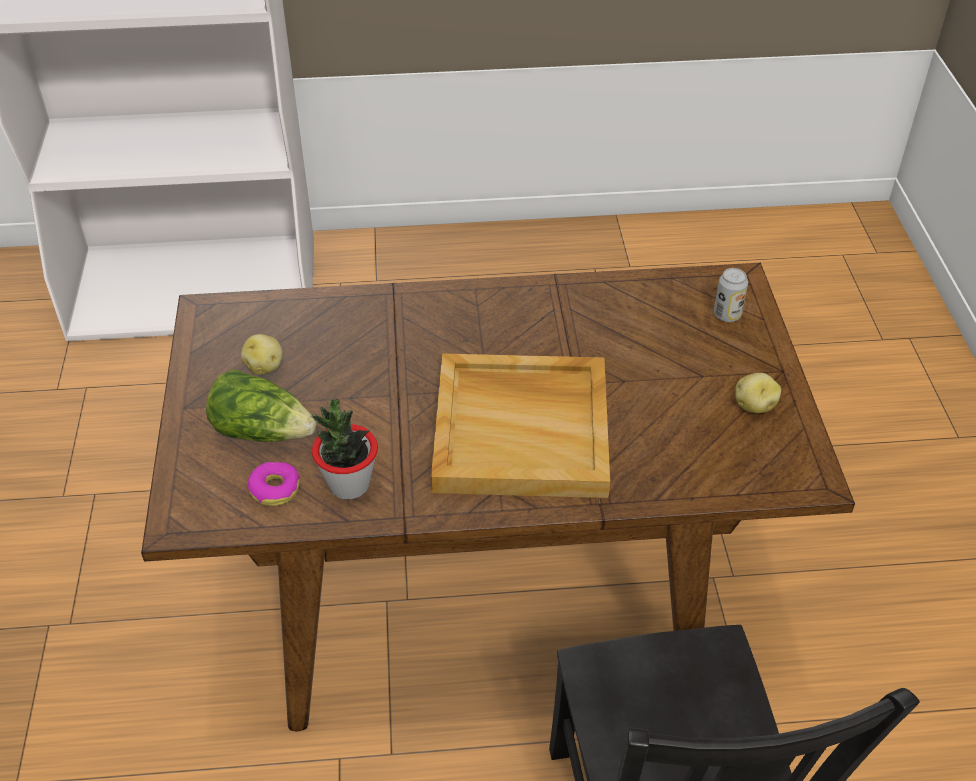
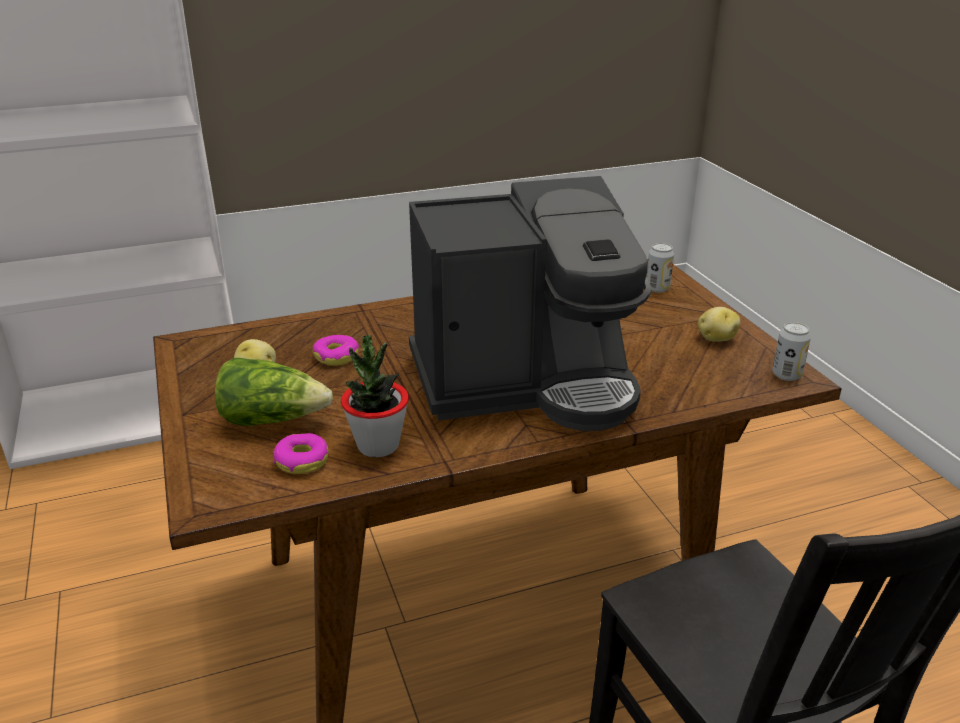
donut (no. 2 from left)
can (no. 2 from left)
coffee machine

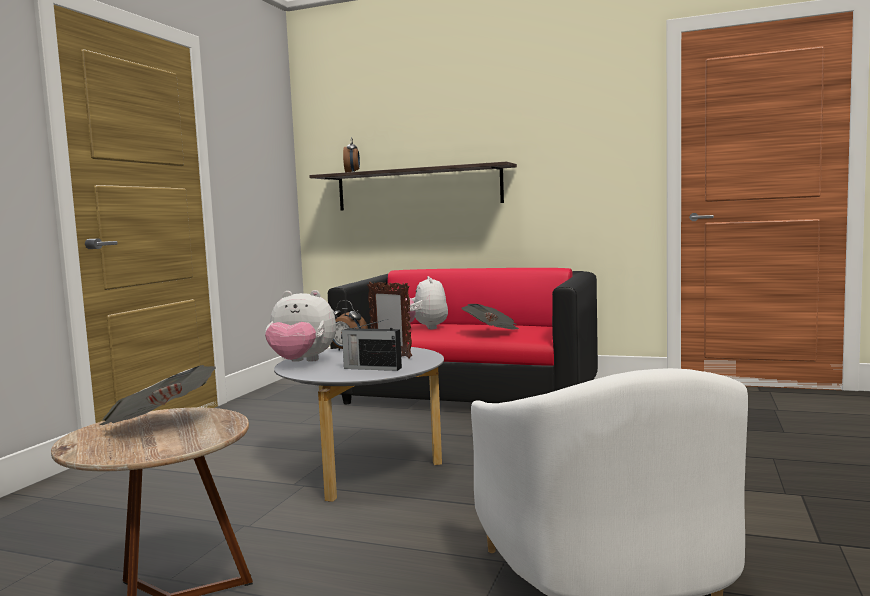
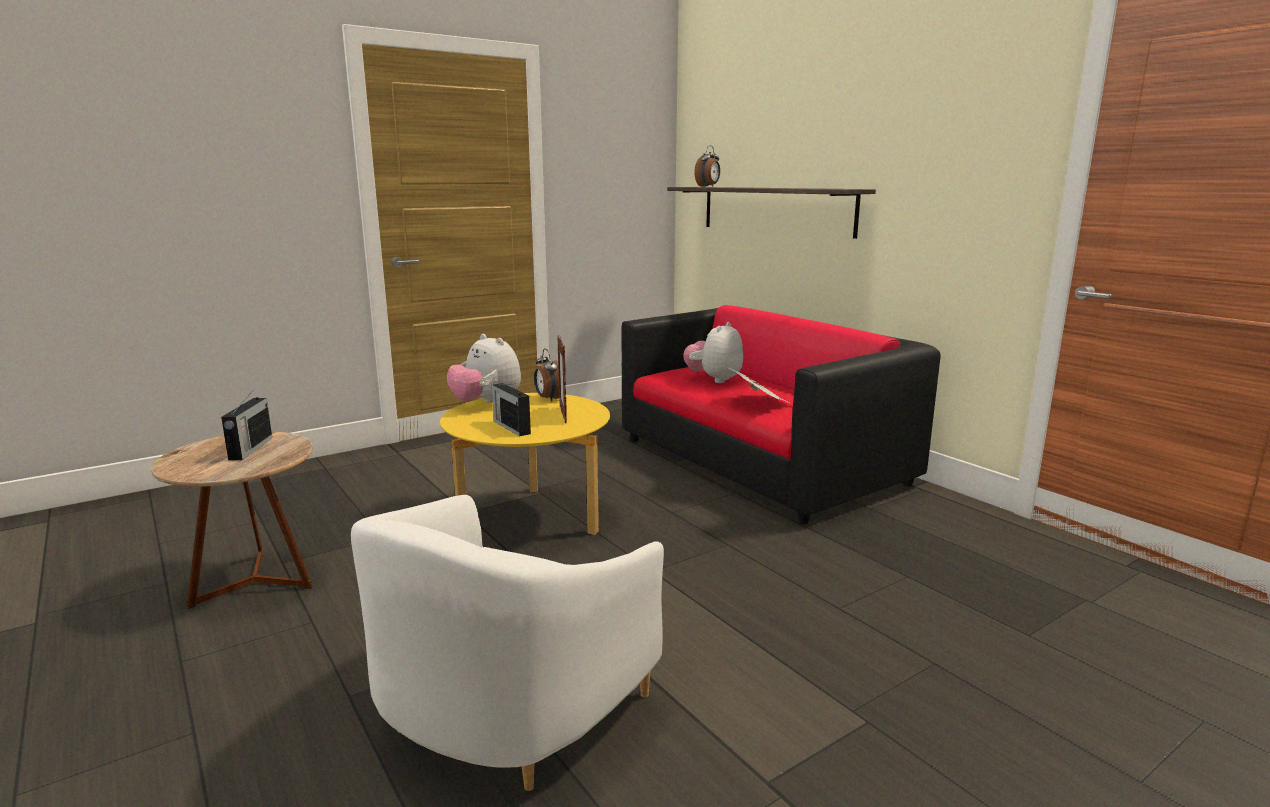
radio (no. 1 from left)
coffee table in yellow

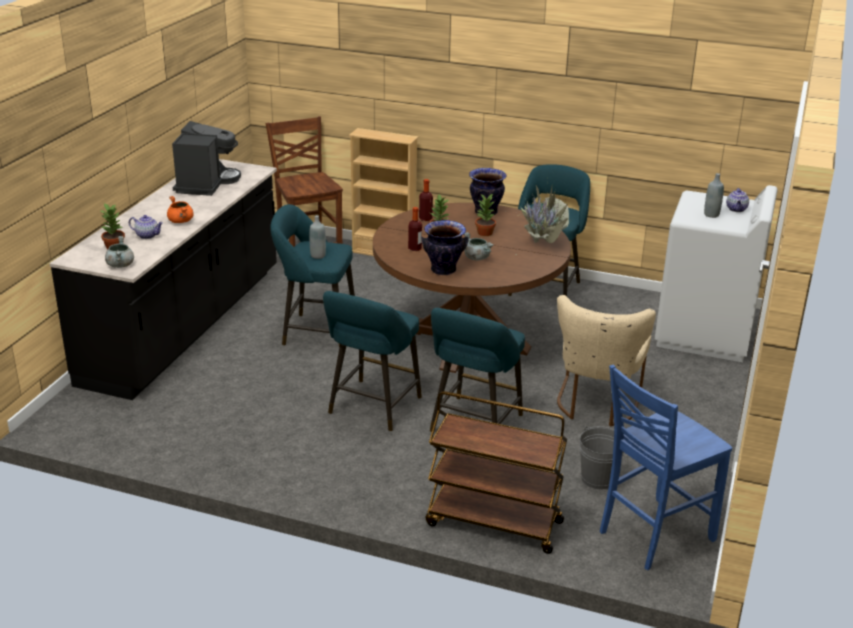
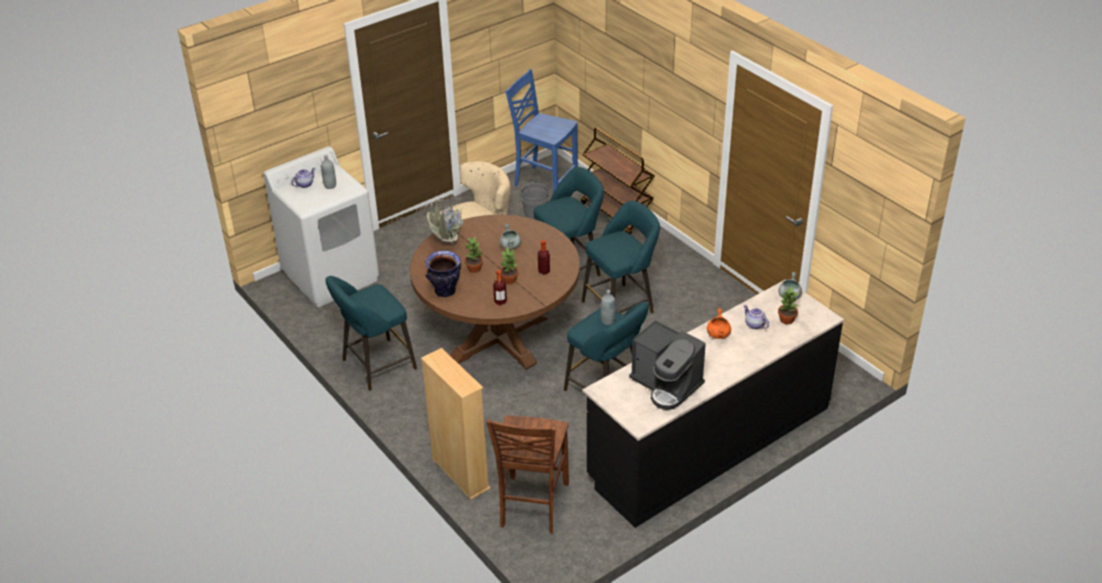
vase (no. 1 from left in the first image)
coffee machine
chair in blue

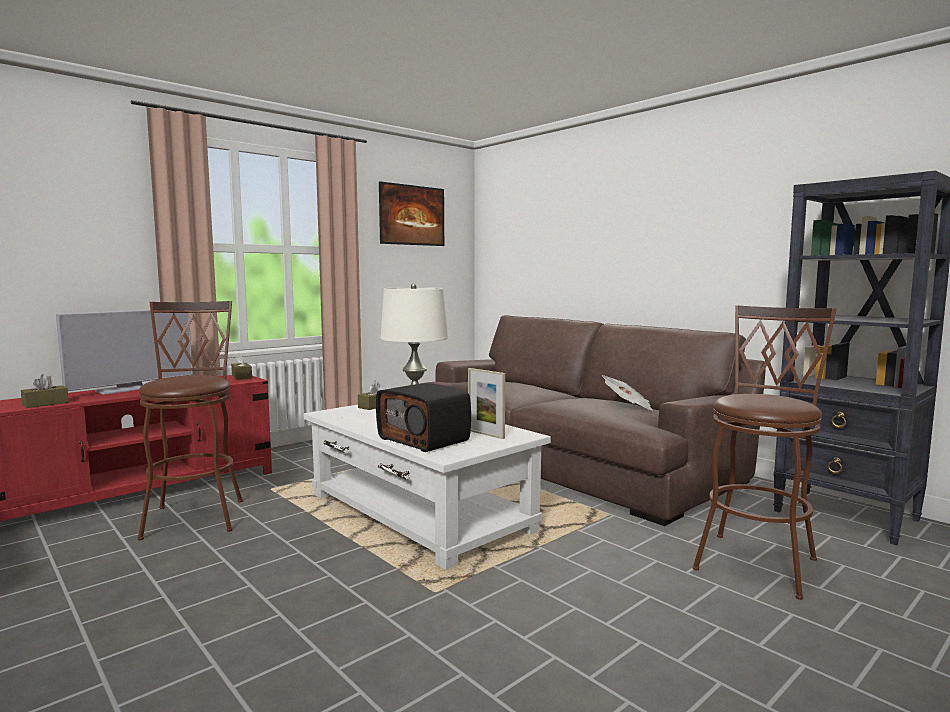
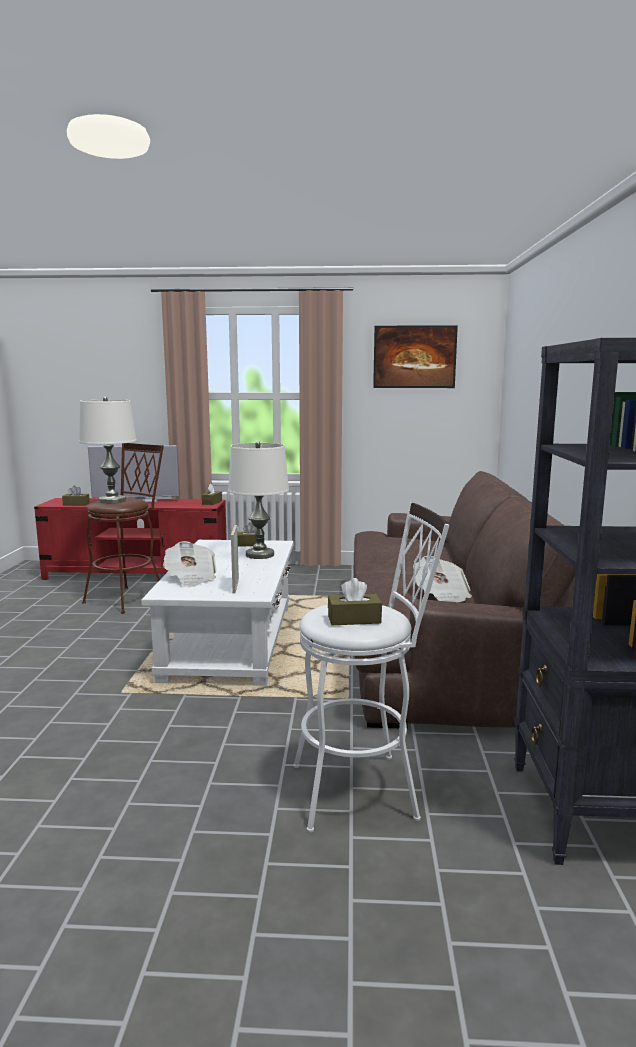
table lamp in white (no. 1 from left)
tissue box in brown (no. 4 from left)
newspaper (no. 1 from left)
stool in white

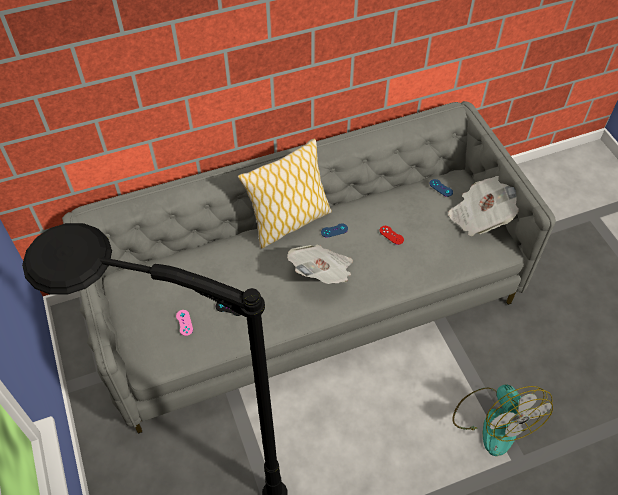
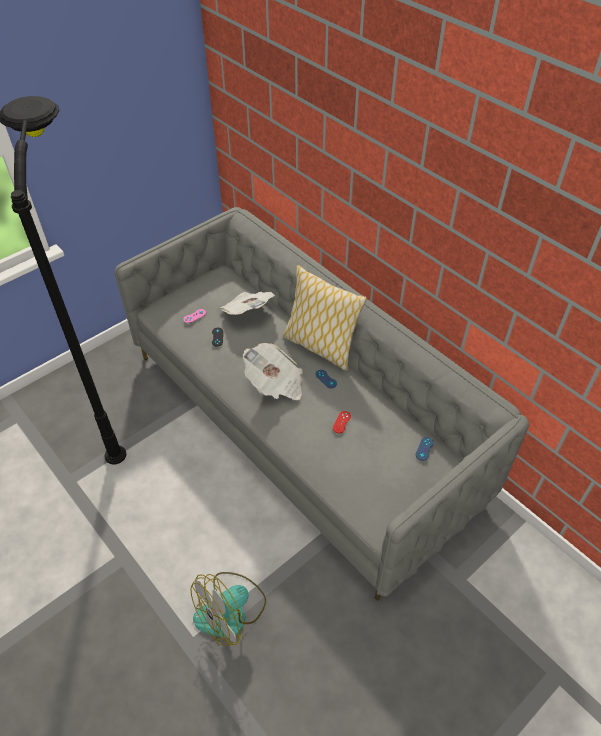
newspaper (no. 1 from left)

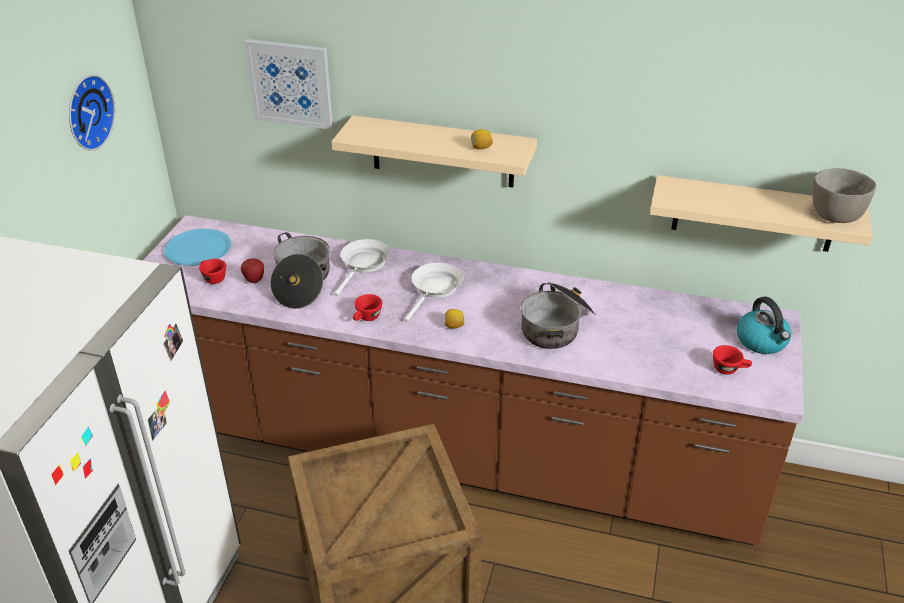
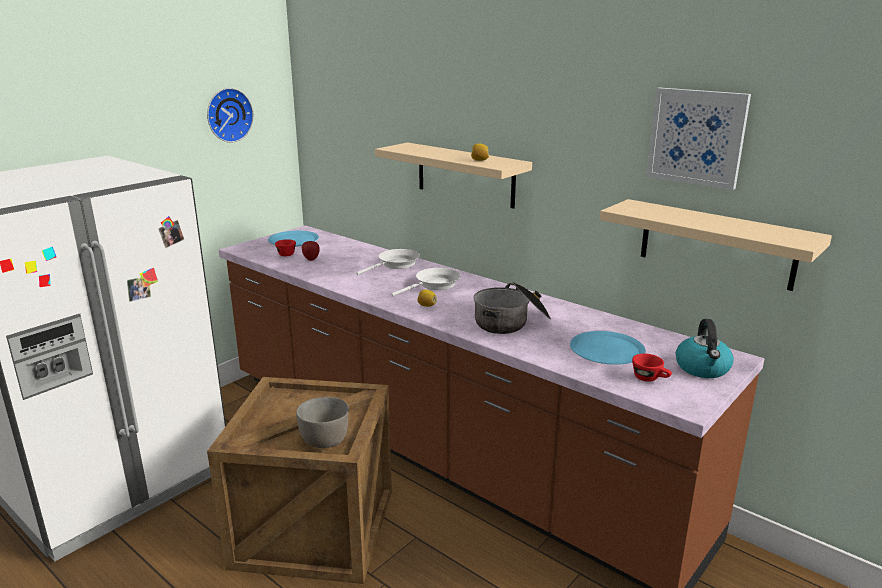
cooking pot (no. 1 from left in the first image)
cup in red (no. 2 from left in the first image)
plate in blue (no. 2 from left)
picture
bowl in grey

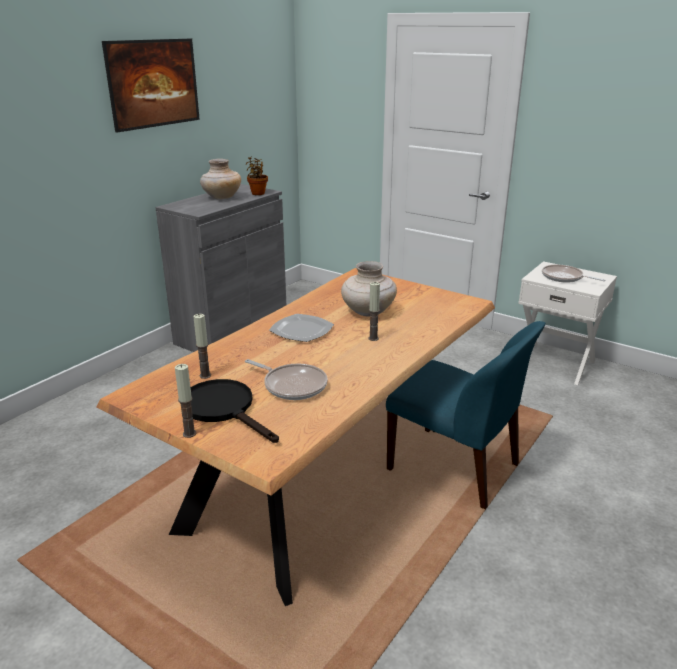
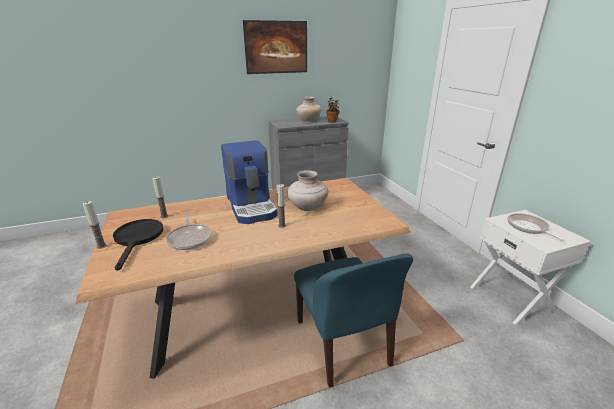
coffee machine

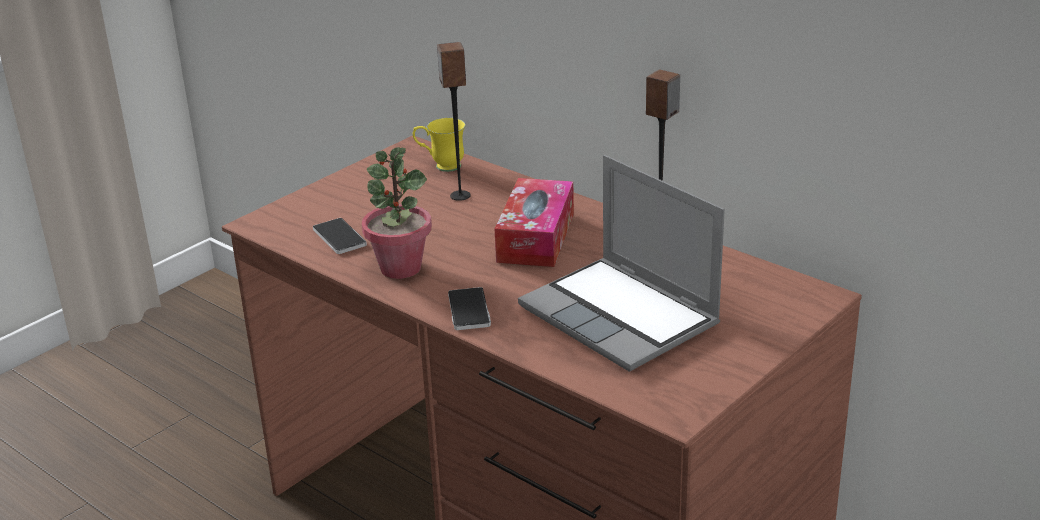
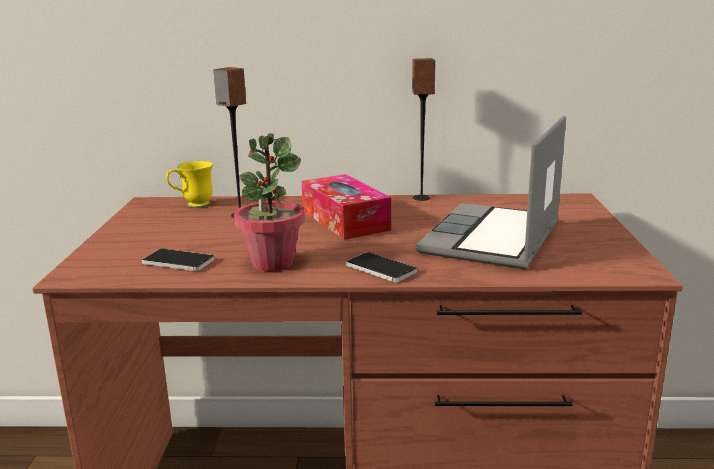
laptop

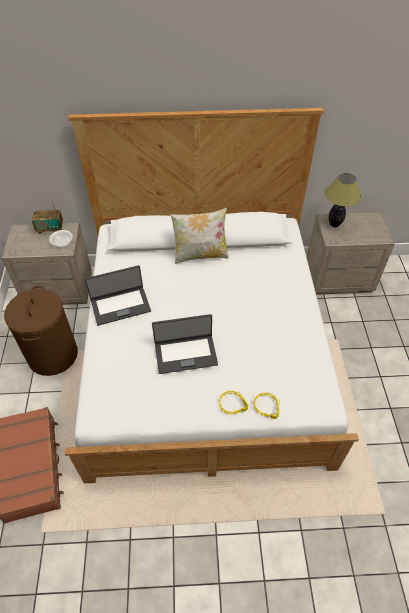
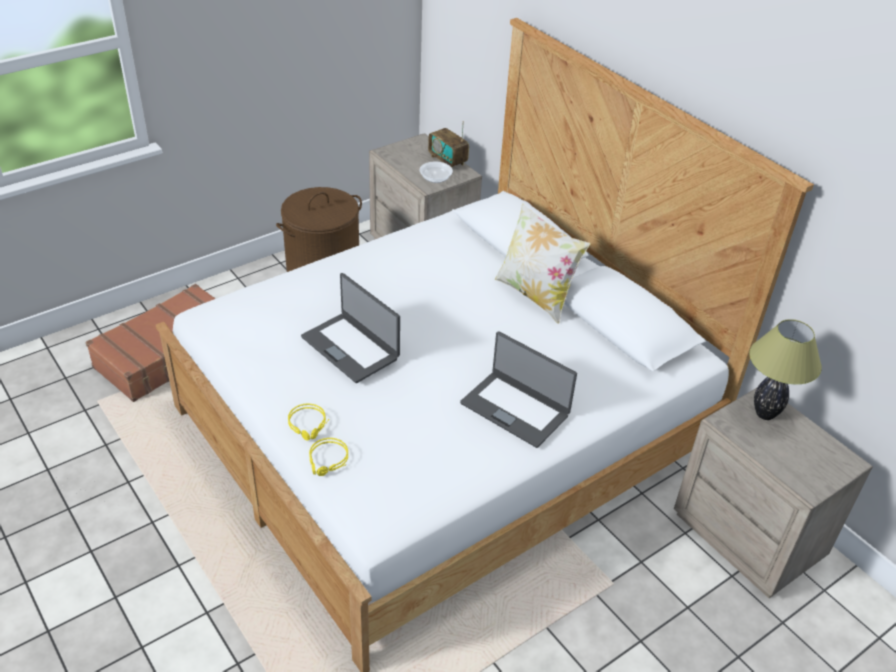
laptop (no. 2 from left)

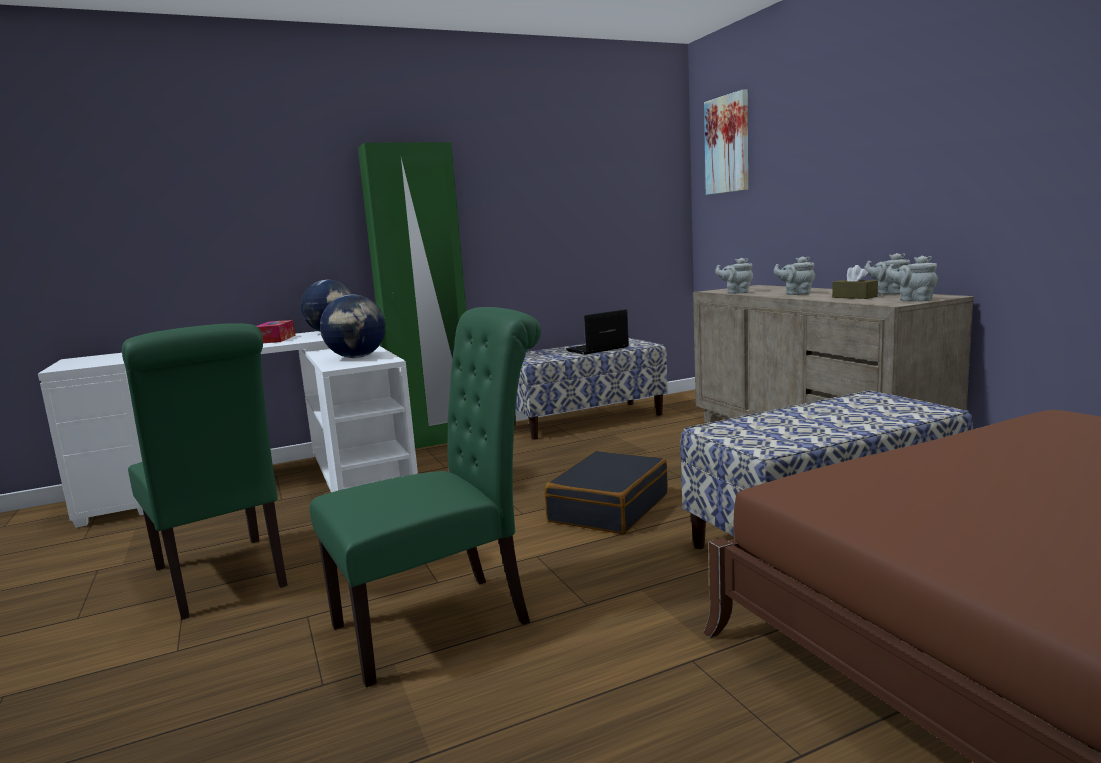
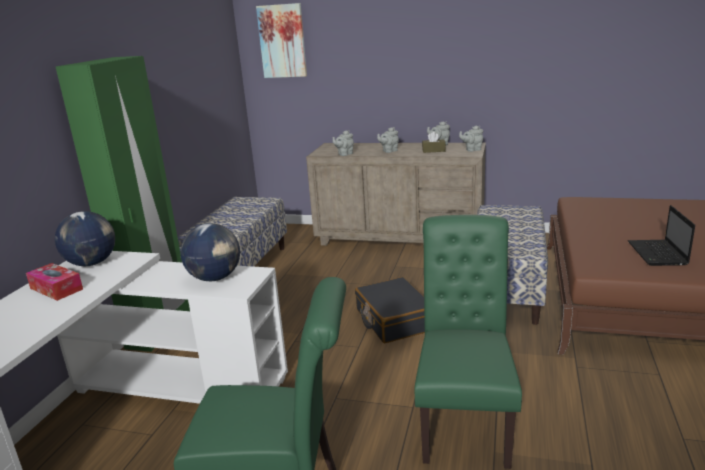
laptop

